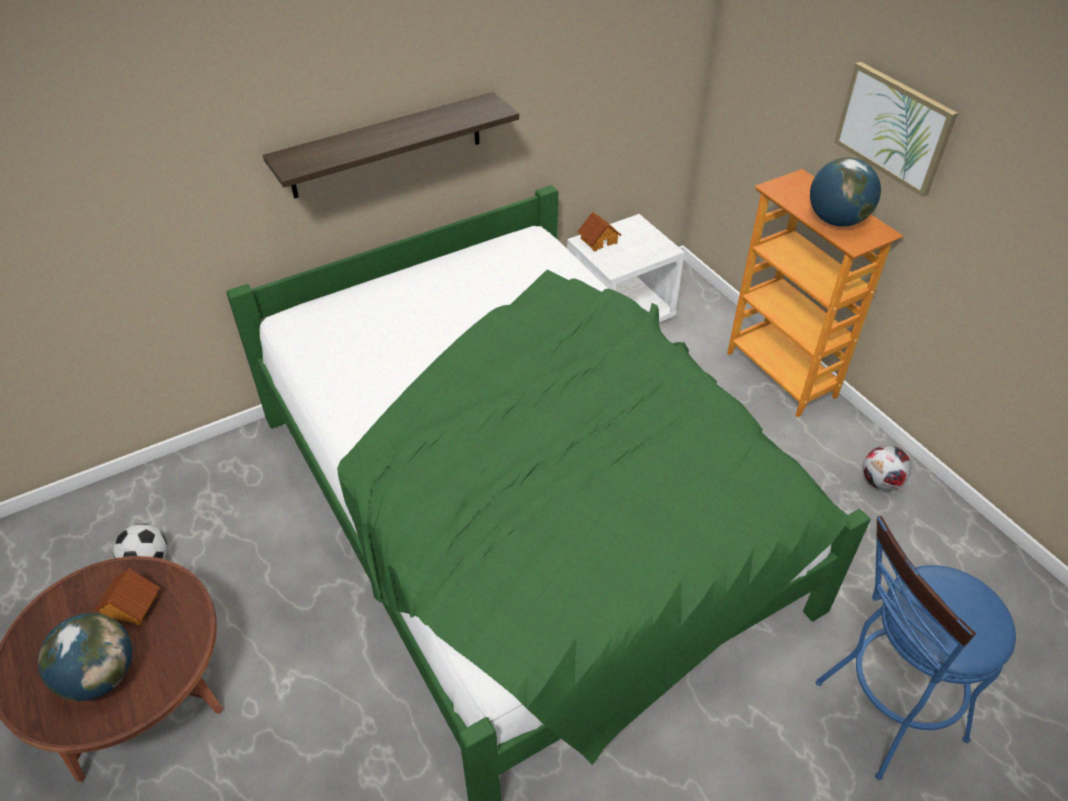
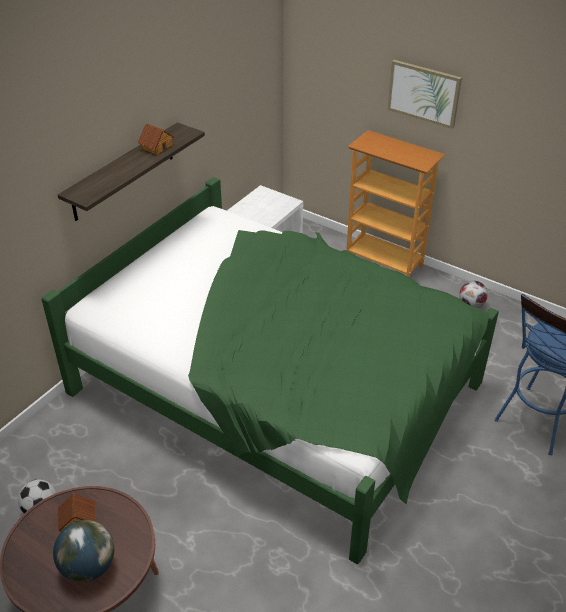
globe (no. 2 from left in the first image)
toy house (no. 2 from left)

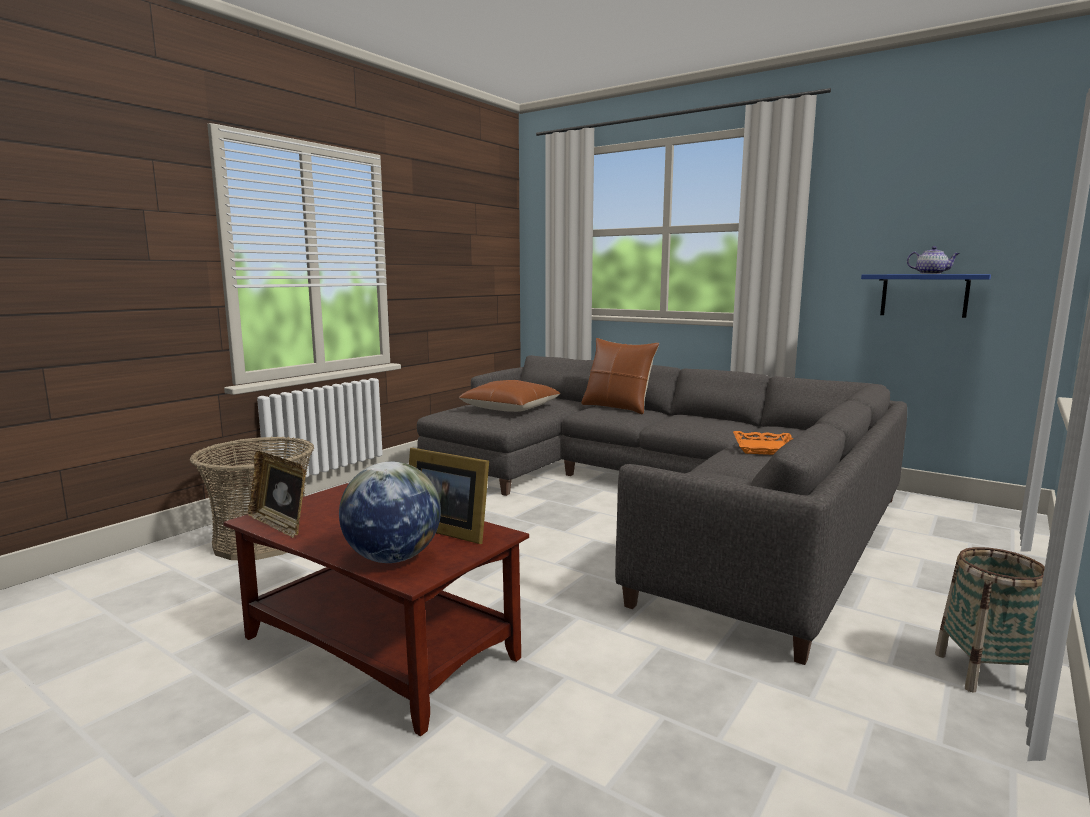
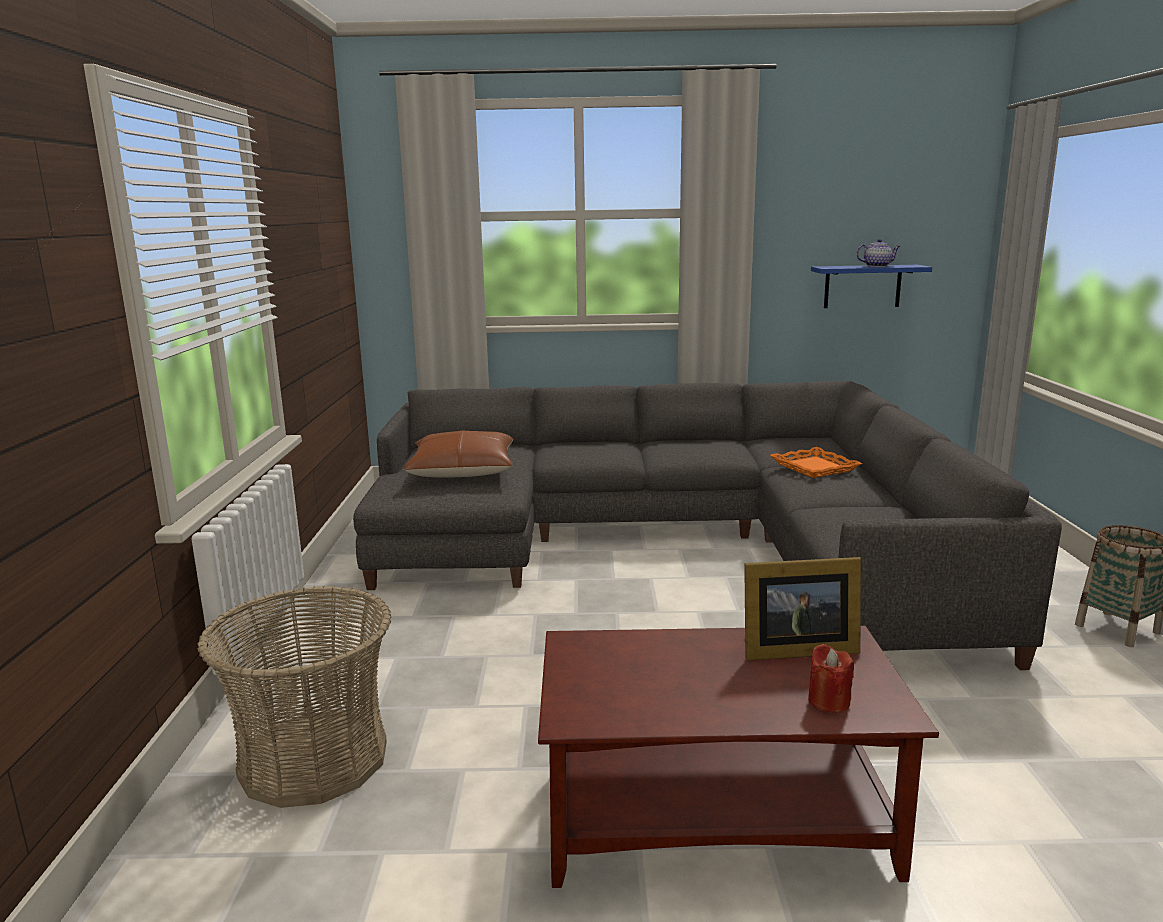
picture frame (no. 1 from left in the first image)
pillow in brown (no. 2 from left in the first image)
candle in red

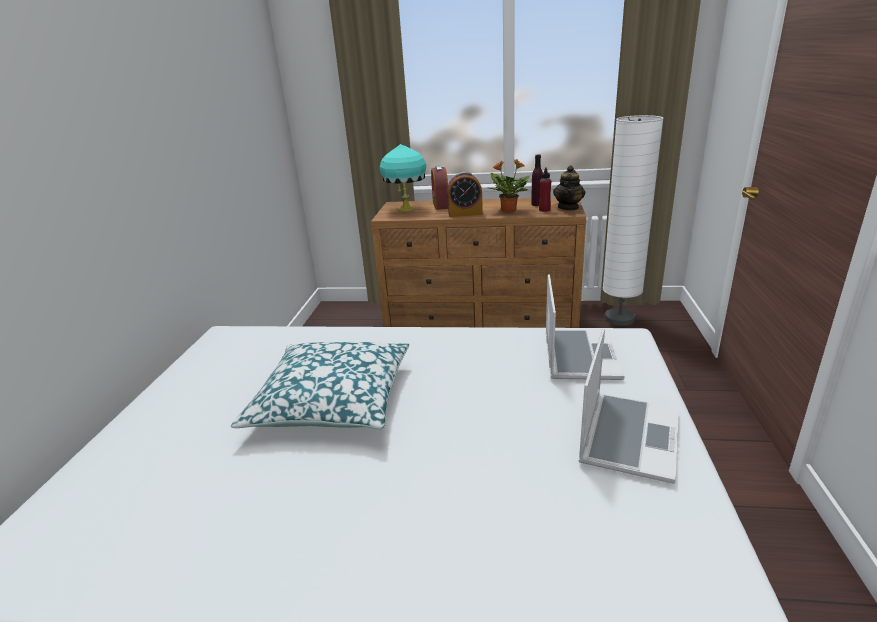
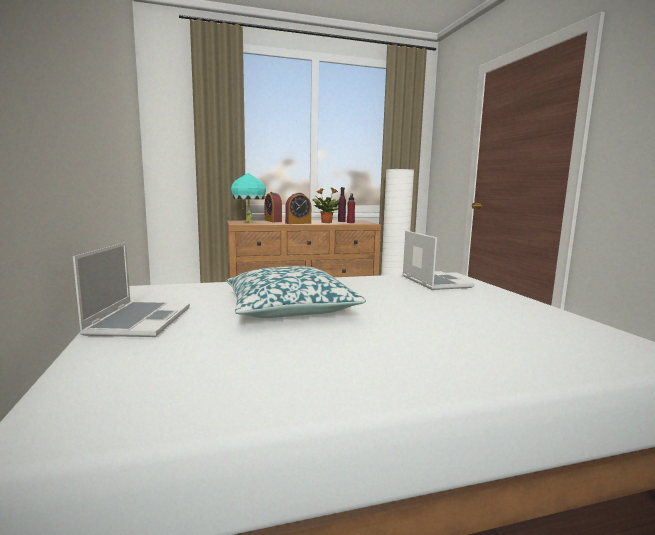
teapot
laptop (no. 1 from left)

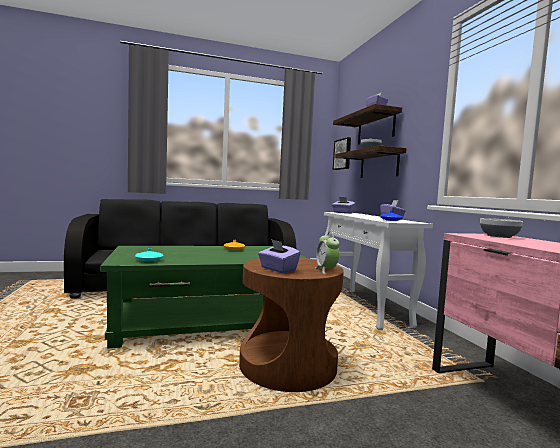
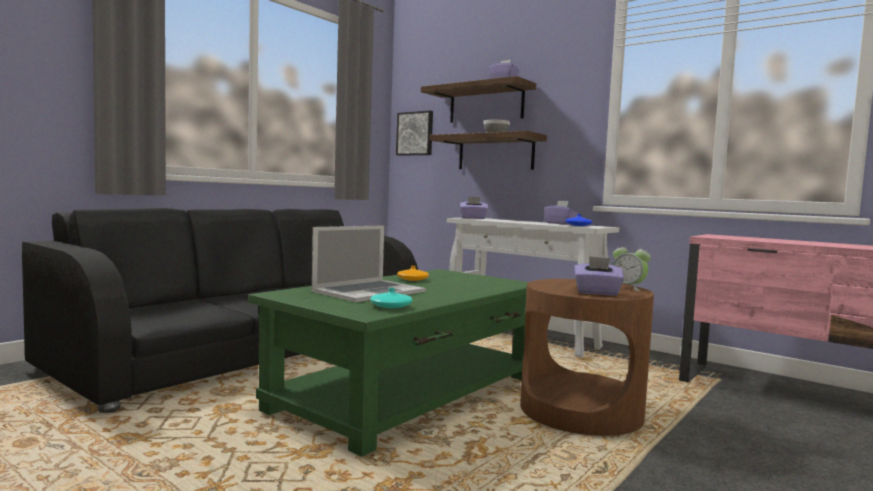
bowl (no. 2 from left in the first image)
laptop

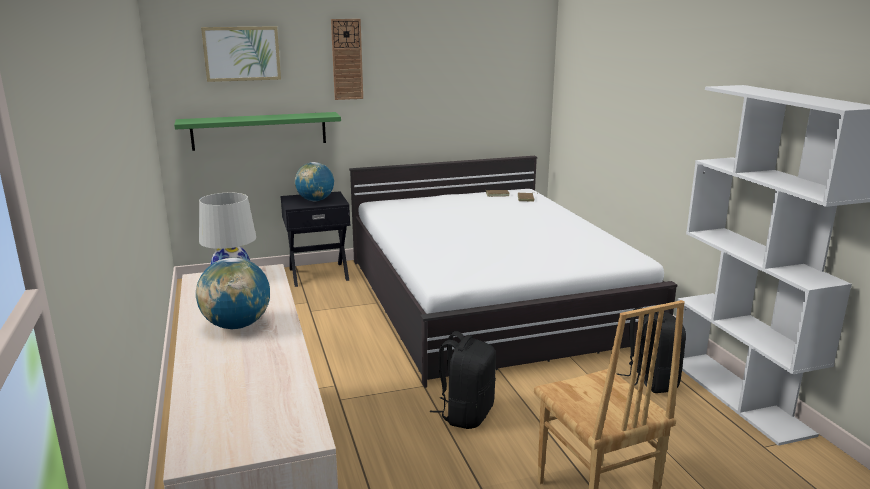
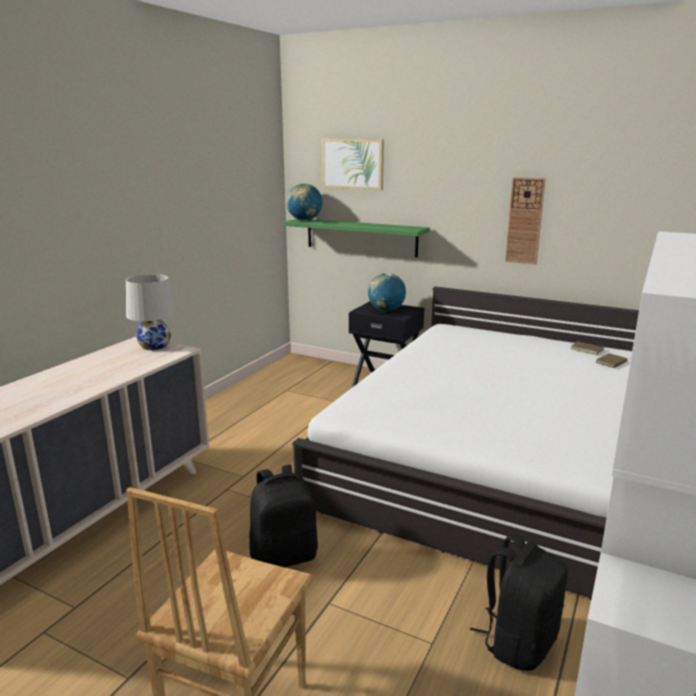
globe (no. 1 from left)
wall clock

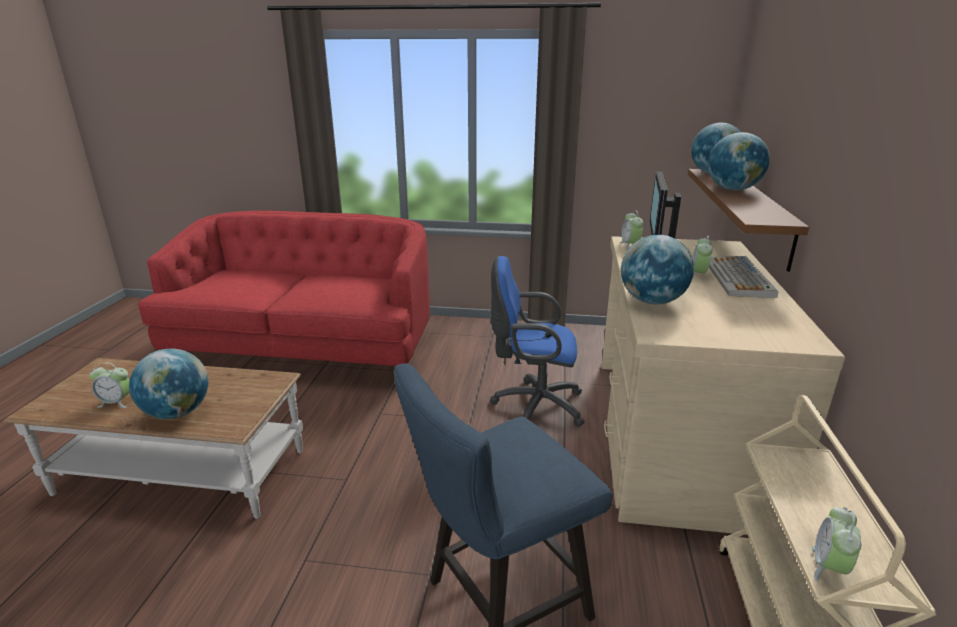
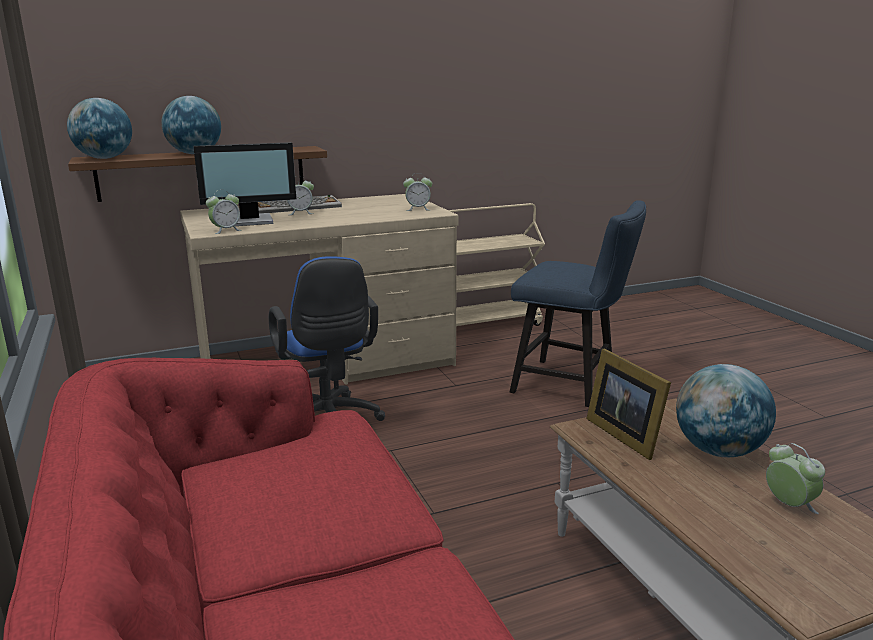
globe (no. 2 from left in the first image)
picture frame
alarm clock (no. 3 from left)

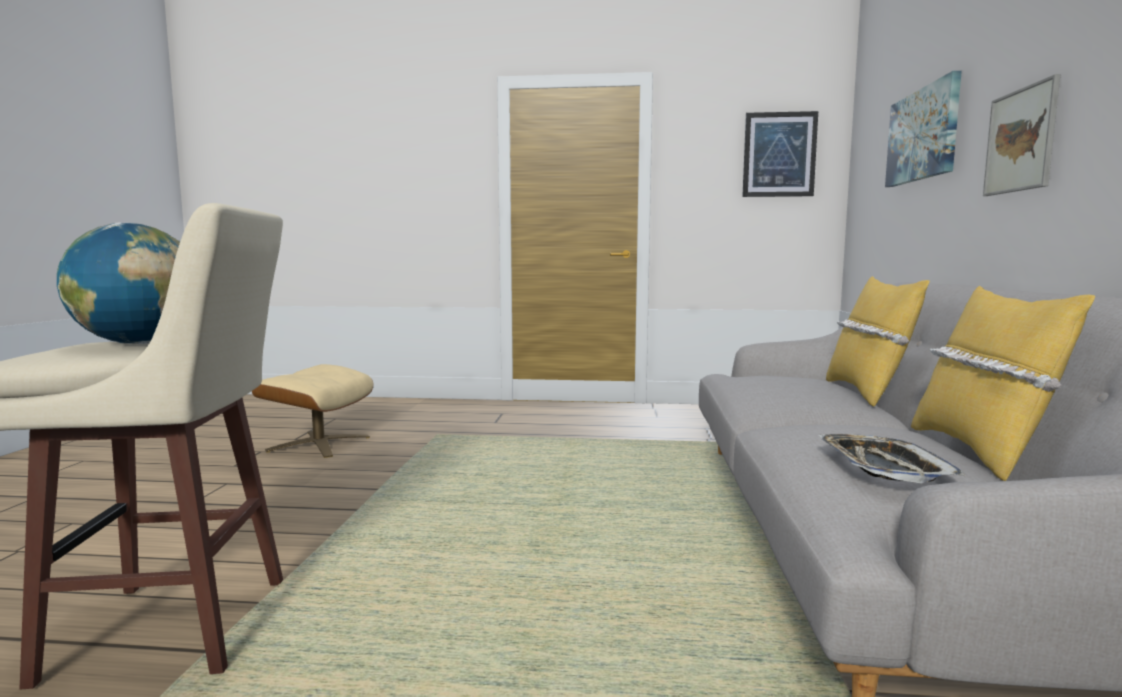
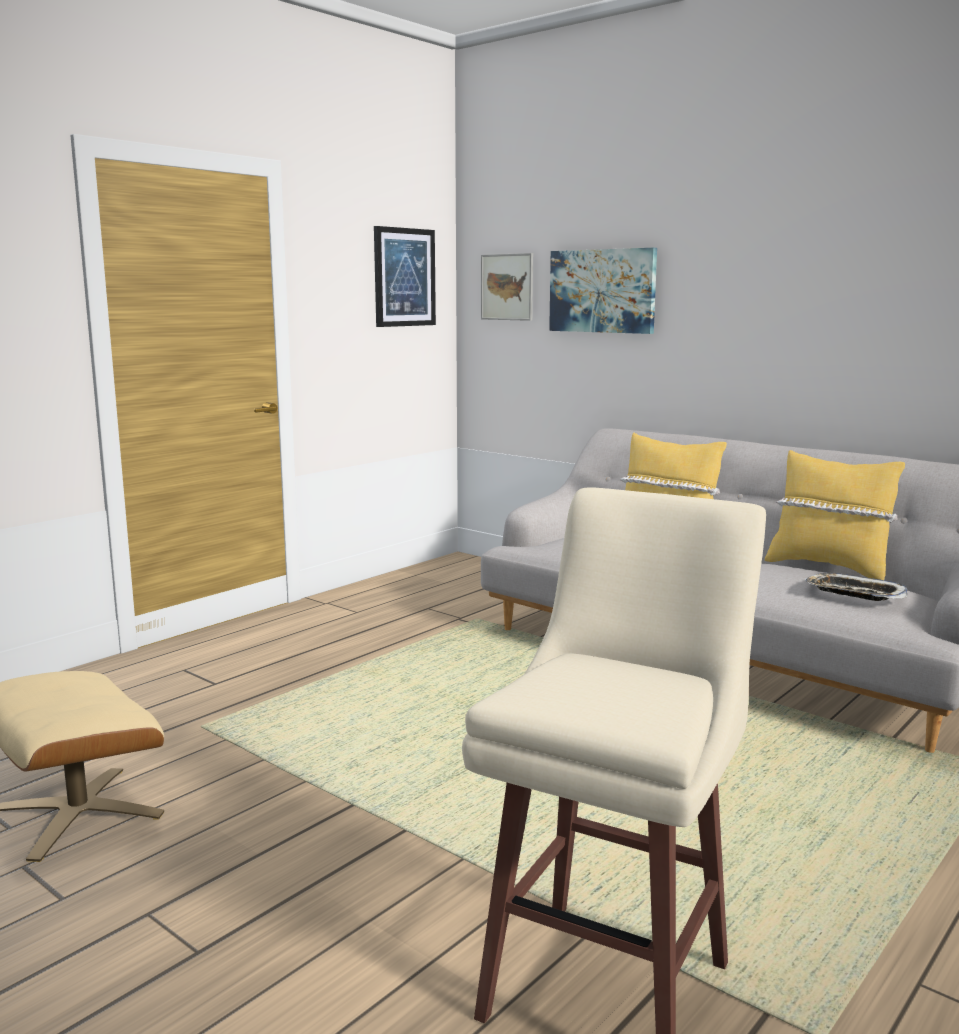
globe
picture (no. 2 from left)

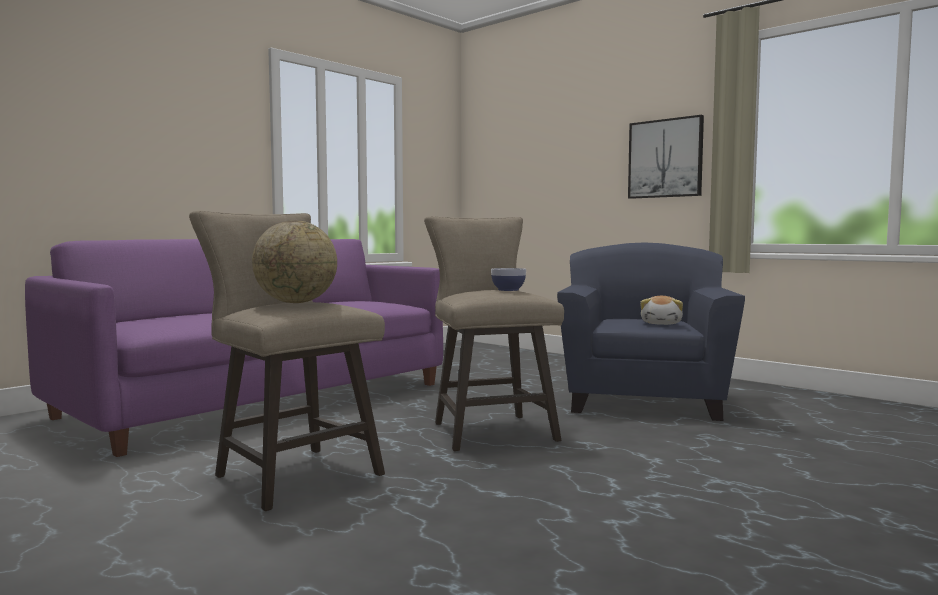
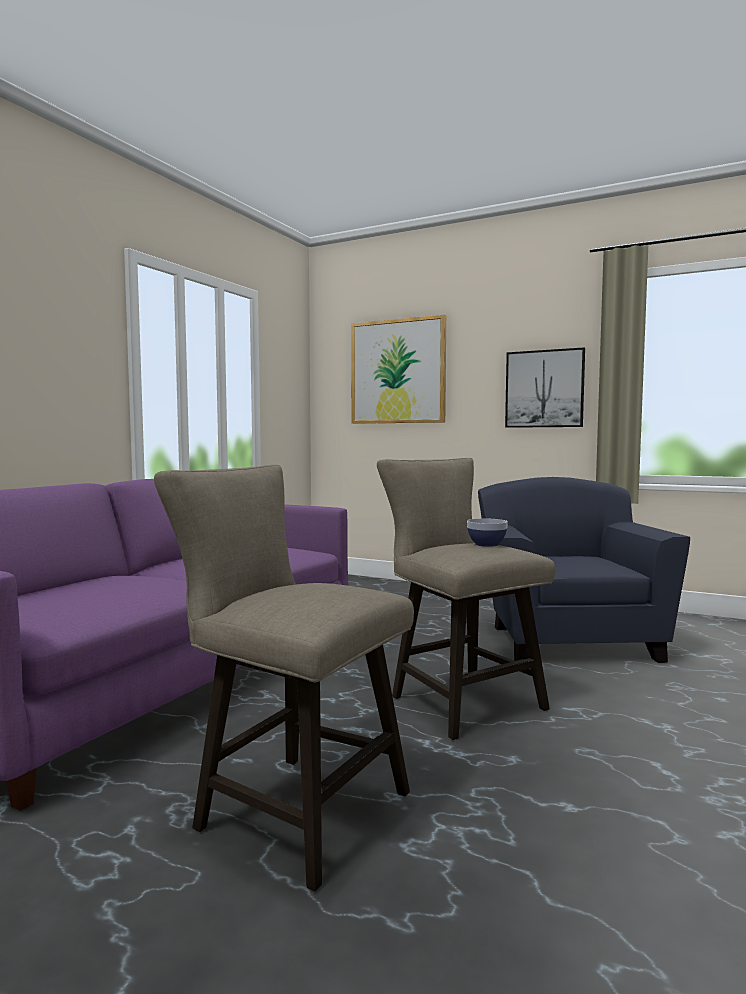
globe
plush toy
picture (no. 1 from left)

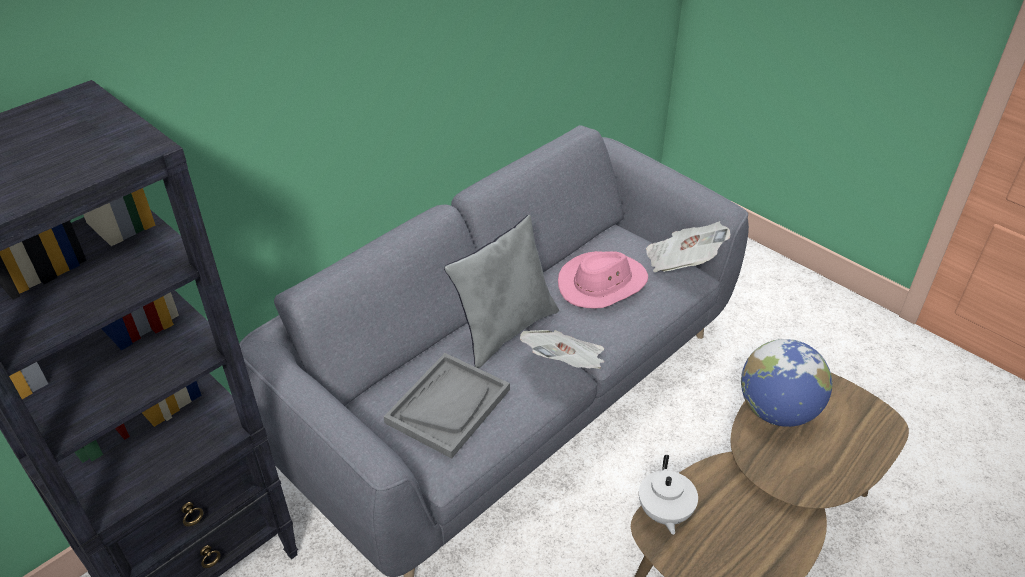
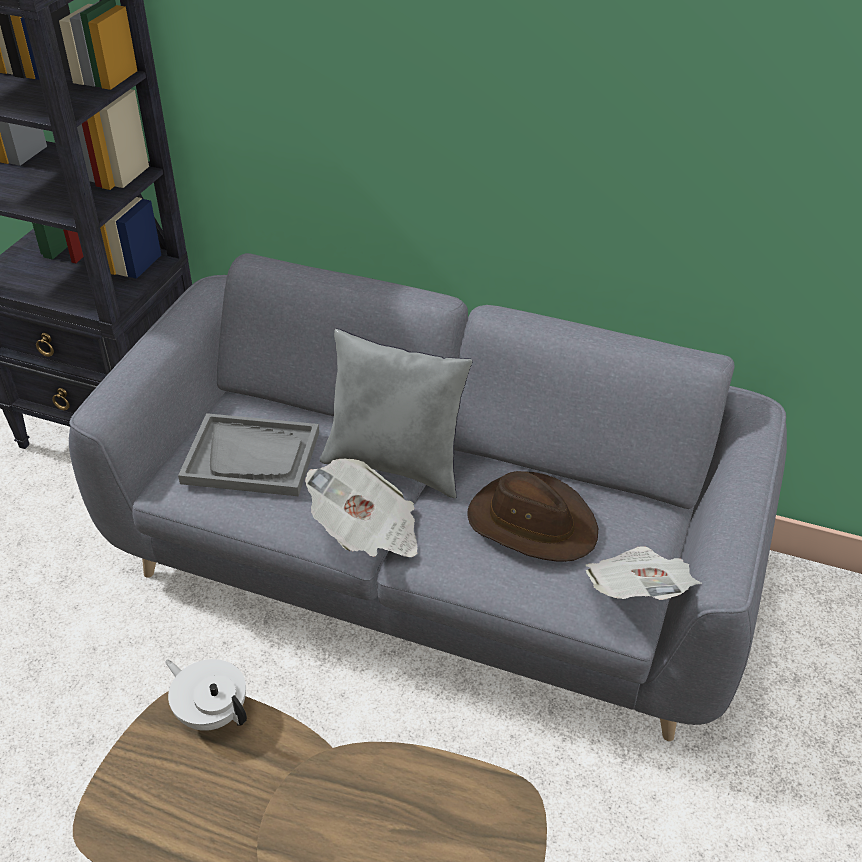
globe
hat in brown
teapot in white

